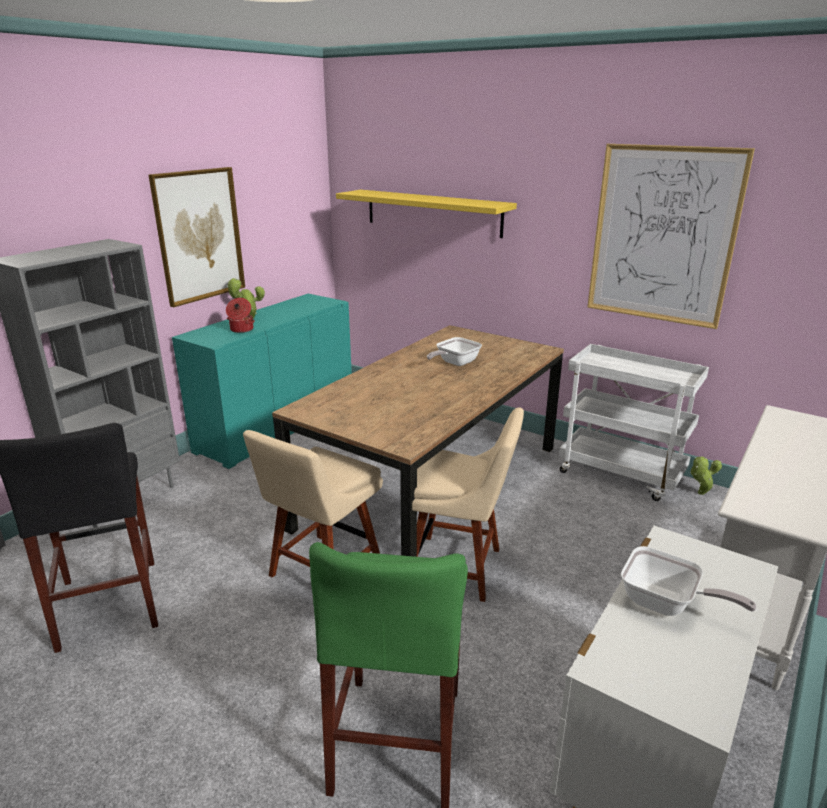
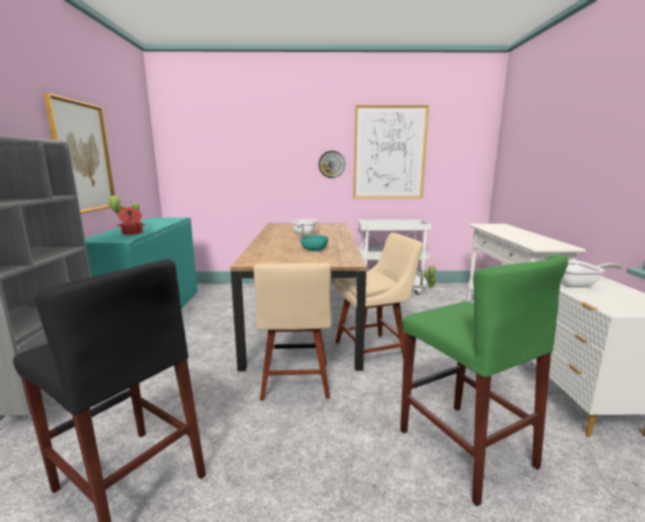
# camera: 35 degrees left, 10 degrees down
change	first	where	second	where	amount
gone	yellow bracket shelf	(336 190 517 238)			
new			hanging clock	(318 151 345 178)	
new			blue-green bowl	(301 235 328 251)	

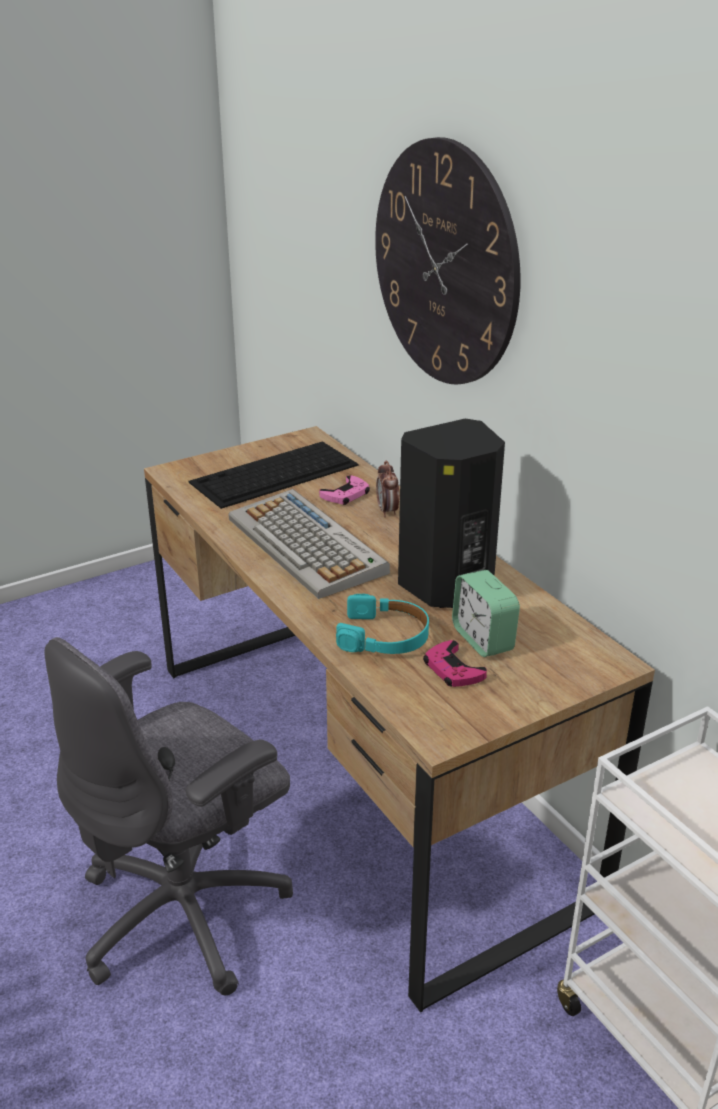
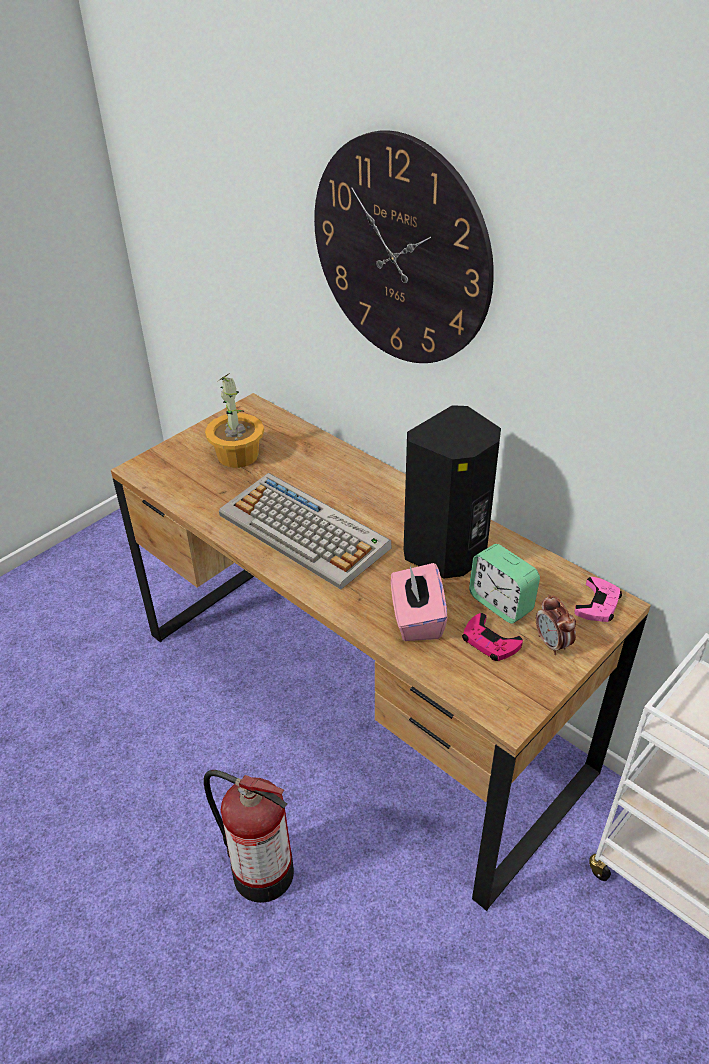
# camera: 15 degrees left, 10 degrees up
change	first	where	second	where	amount
swapped	computer keyboard	(188 441 358 509)	plant in a pot	(205 373 264 468)	
shifted	alarm clock	(376 460 399 517)		(536 595 576 655)	
shifted	pinkish gamepad	(319 475 370 505)		(574 577 622 622)	
swapped	blue-green pair of headphones	(336 594 429 654)	pinkish box of tissues	(391 563 447 641)	
swapped	greyish office chair	(45 637 293 996)	fire extinguisher	(204 770 294 903)	

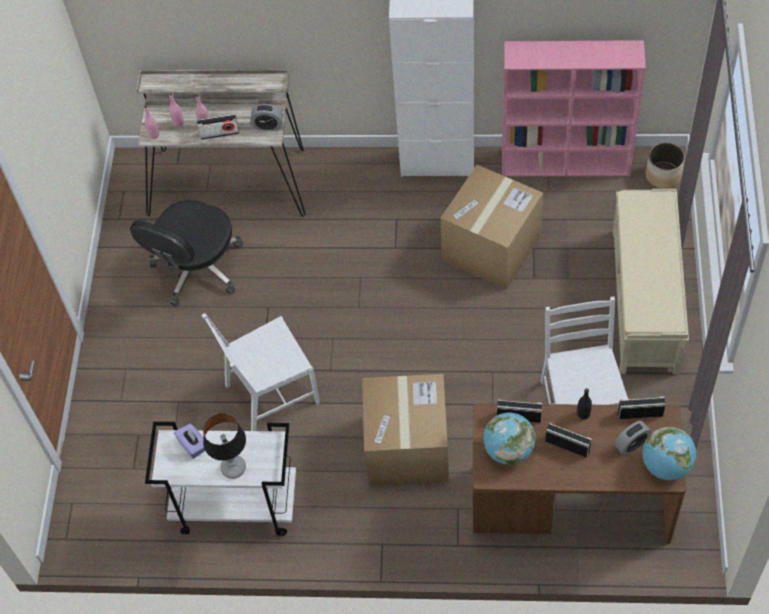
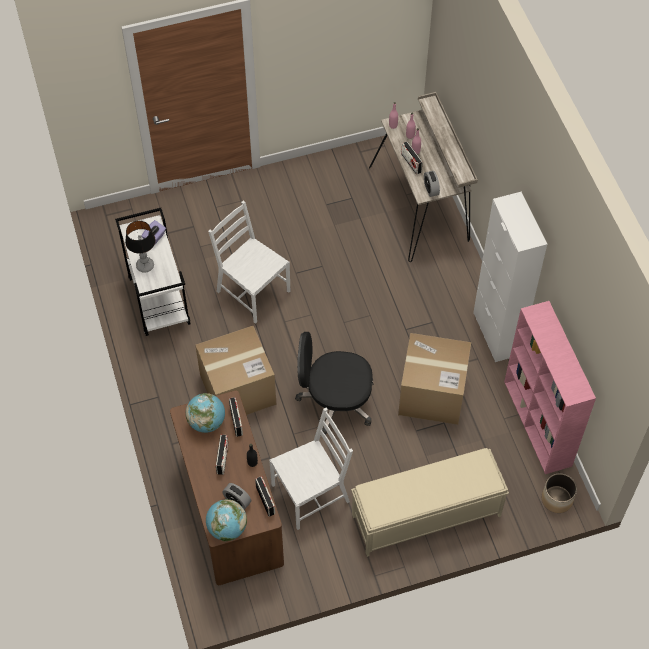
# camera: 65 degrees right, 0 degrees up
change	first	where	second	where	amount
shifted	blackish office chair	(130 200 243 307)		(295 332 374 435)	

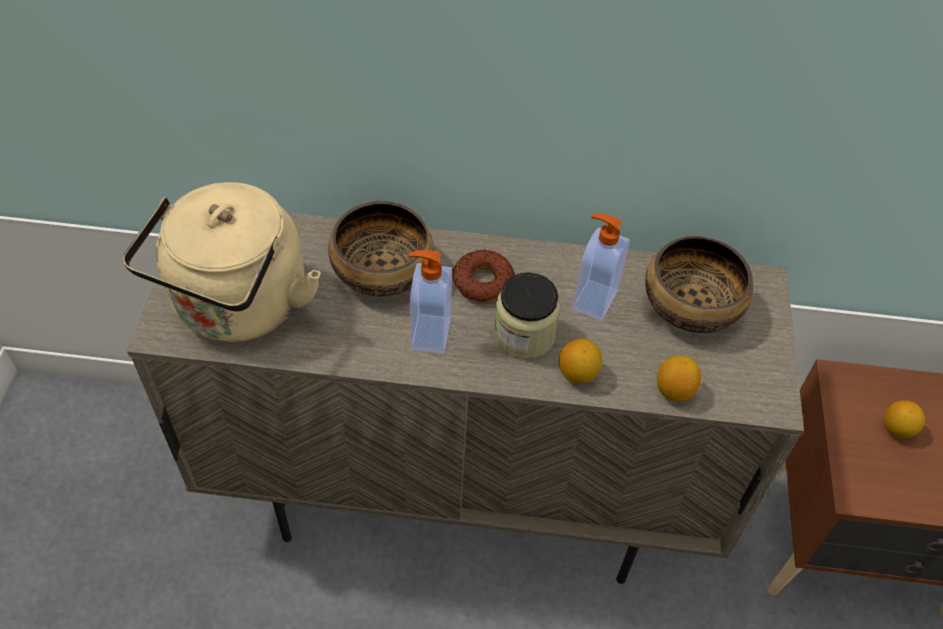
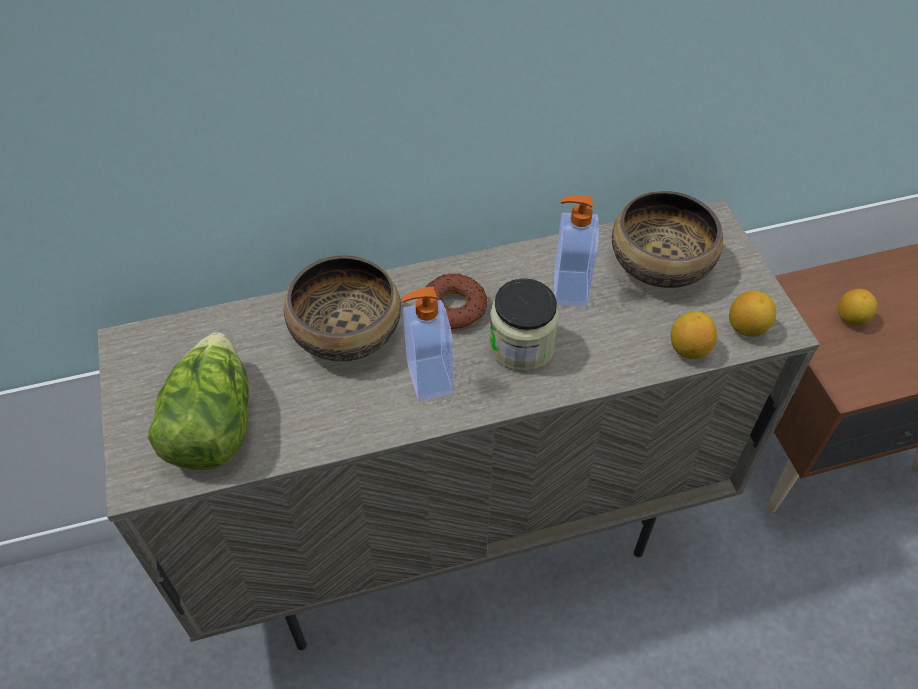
# camera: 20 degrees left, 0 degrees up
change	first	where	second	where	amount
swapped	sand-coloured water kettle	(122 182 321 342)	head of lettuce	(148 332 249 470)	
shifted	lemon	(559 339 602 384)		(729 290 776 337)	

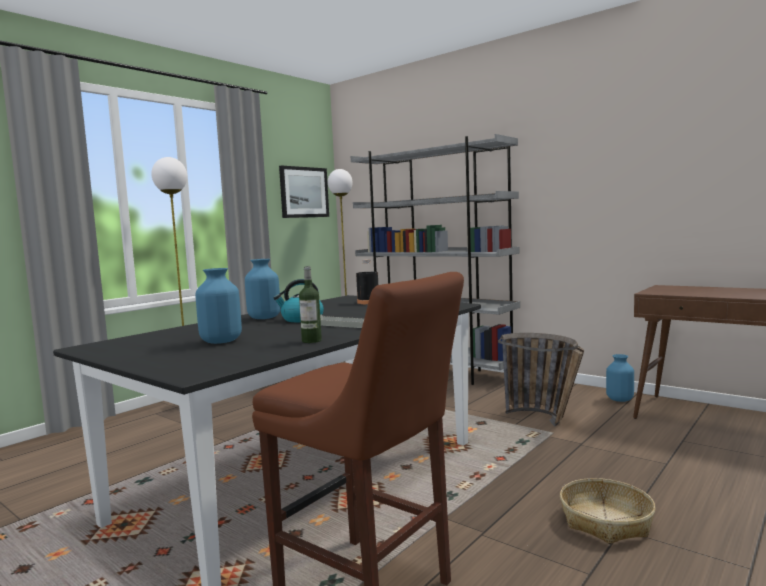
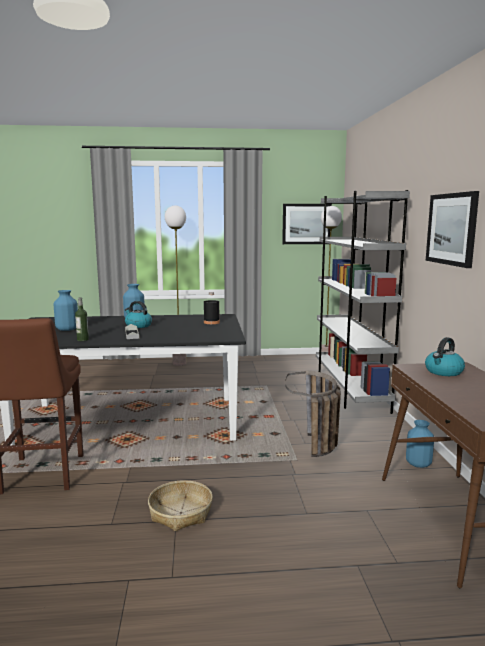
# camera: 45 degrees right, 5 degrees up
change	first	where	second	where	amount
new			picture	(426 191 479 268)	
new			water kettle	(425 337 465 376)	

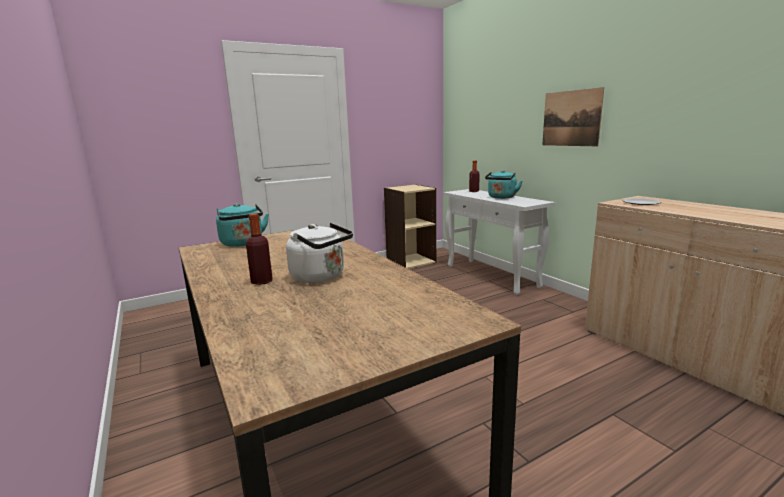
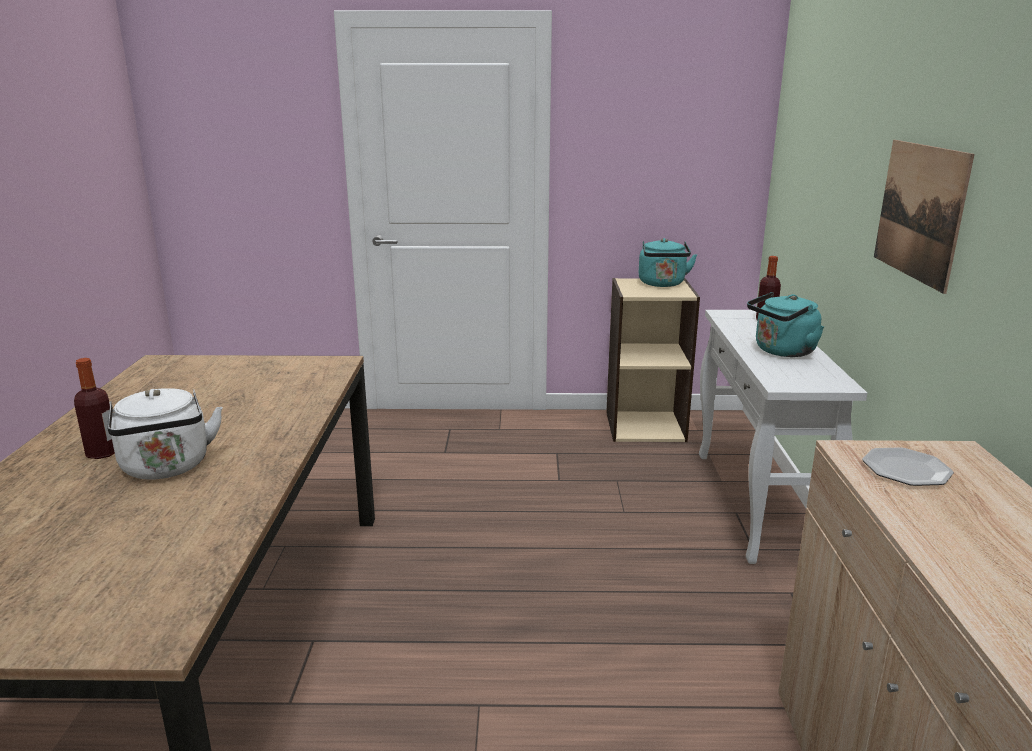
# camera: 30 degrees right, 5 degrees up
change	first	where	second	where	amount
shifted	blue-green water kettle	(216 203 269 247)		(638 238 697 287)	

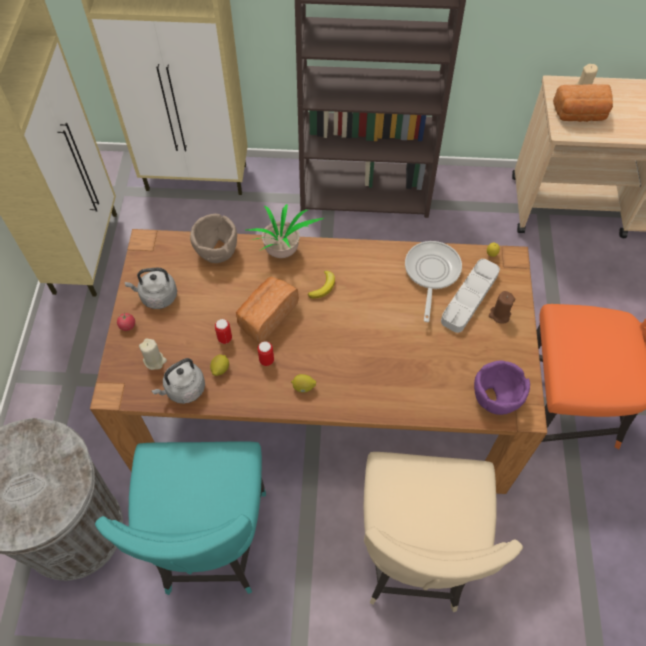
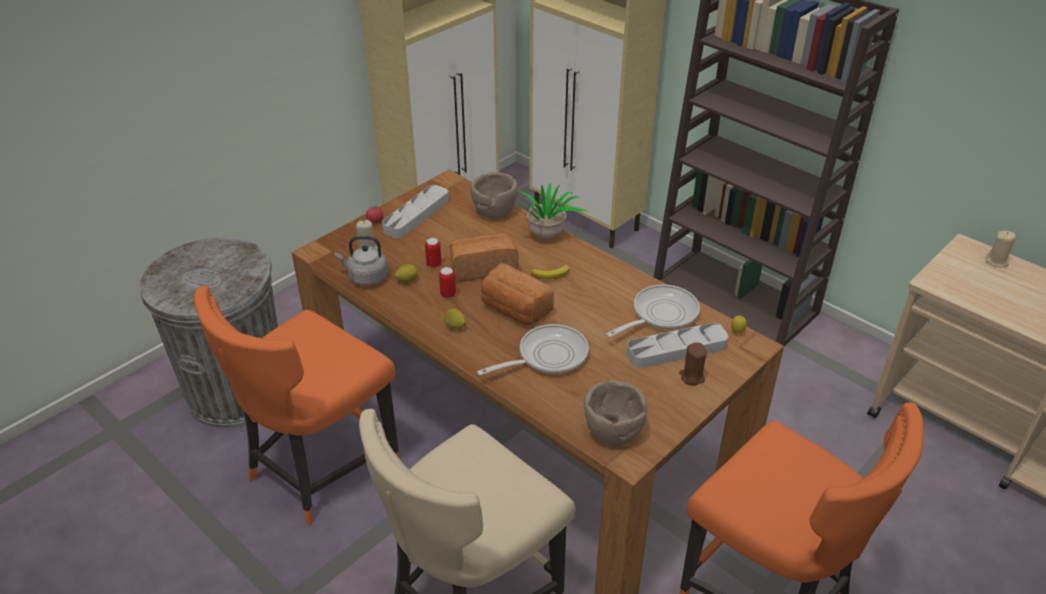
# camera: 40 degrees right, 20 degrees down
change	first	where	second	where	amount
shifted	baked bread	(553 84 613 122)		(481 263 554 325)	
swapped	greyish water kettle	(125 268 177 309)	greyish carrying tray	(382 185 449 239)	
repainted	purple bowl	(474 361 530 415)	brown-coloured bowl	(584 380 647 445)	
repainted	blue-green upright chair	(95 441 266 595)	orange-coloured upright chair	(194 286 399 525)	
new			frying pan	(477 324 589 375)	

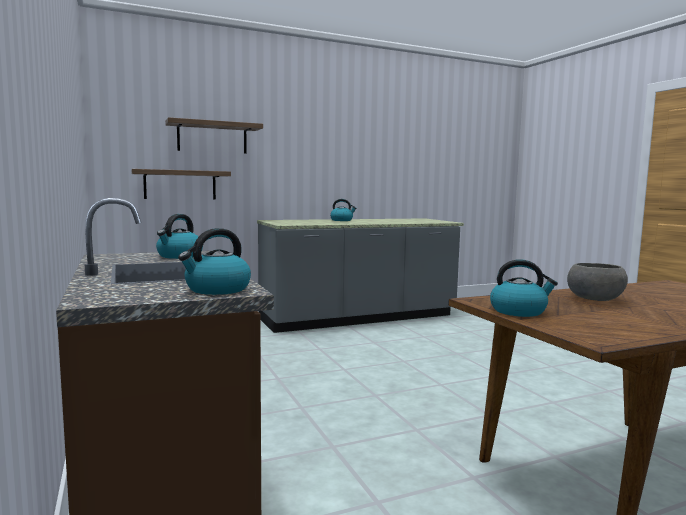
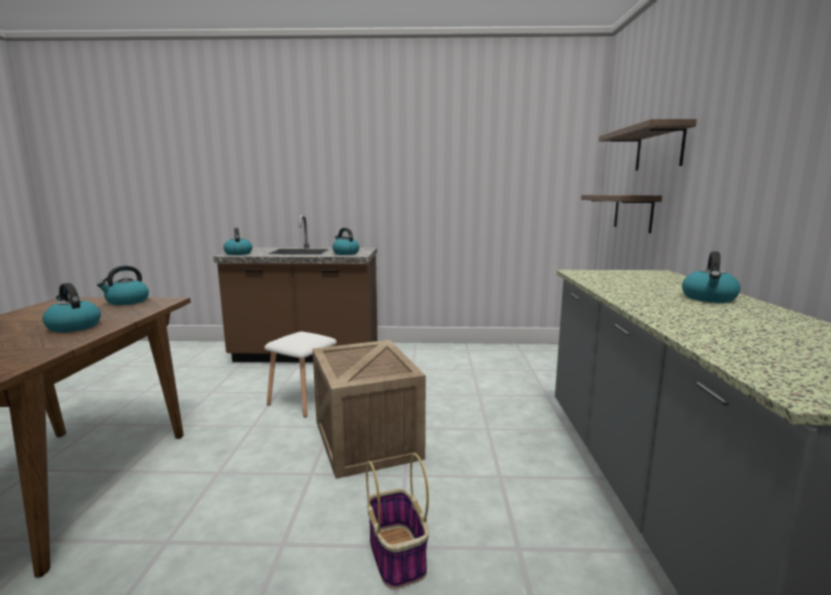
# camera: 115 degrees right, 5 degrees up
change	first	where	second	where	amount
swapped	greyish bowl	(567 263 628 301)	water kettle	(42 283 101 332)	
new			whitish stool seat	(264 332 337 417)	
new			packing crate	(313 340 426 479)	
new			household basket	(366 453 429 589)	

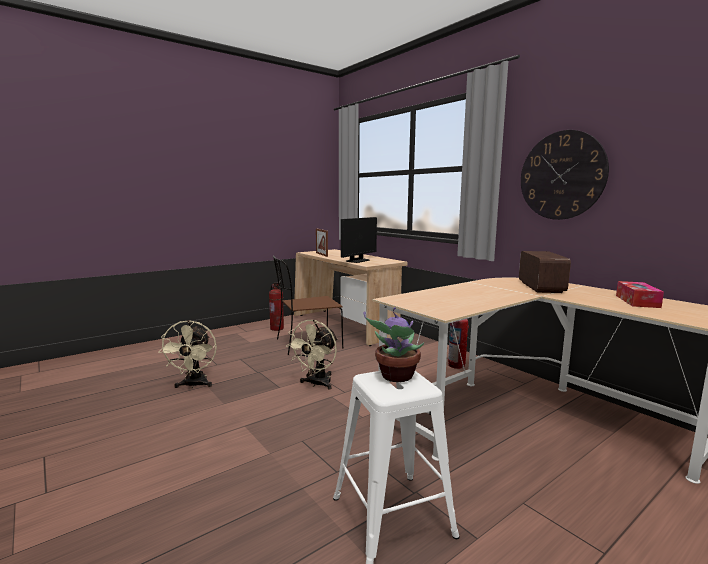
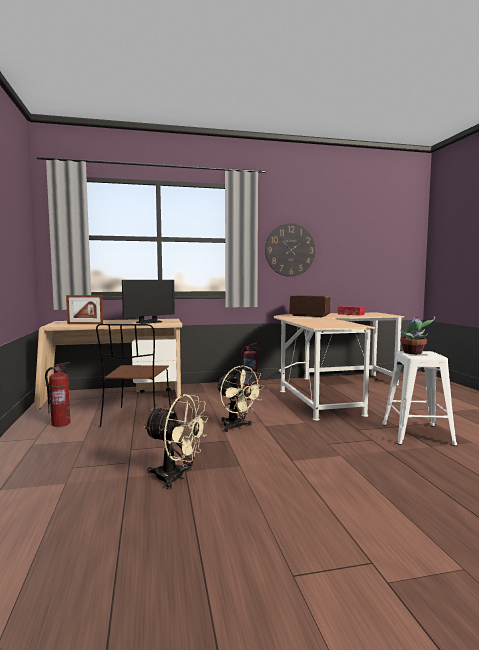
# camera: 65 degrees left, 5 degrees down
change	first	where	second	where	amount
rotated	monitor	(341 217 377 263)		(122 280 175 324)	75 degrees clockwise

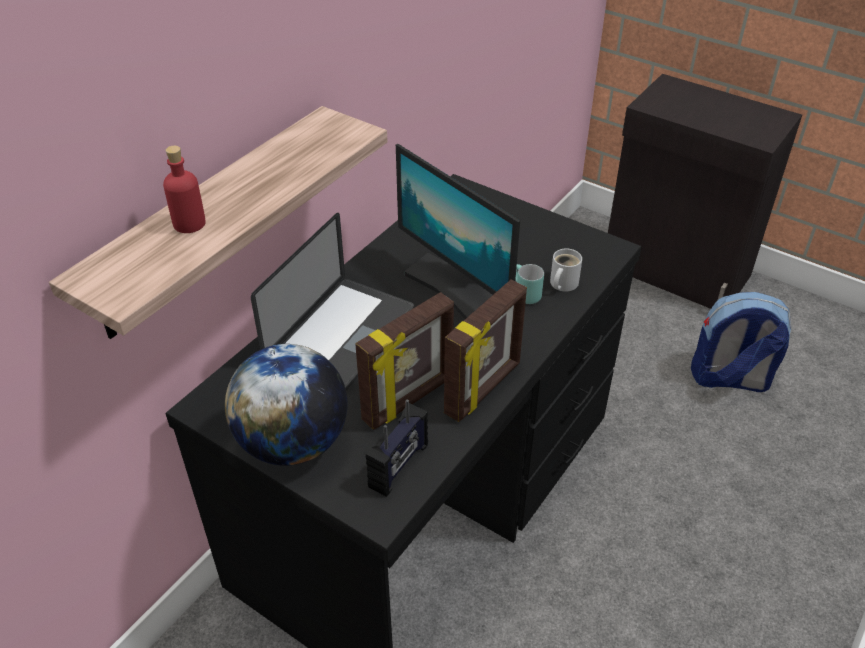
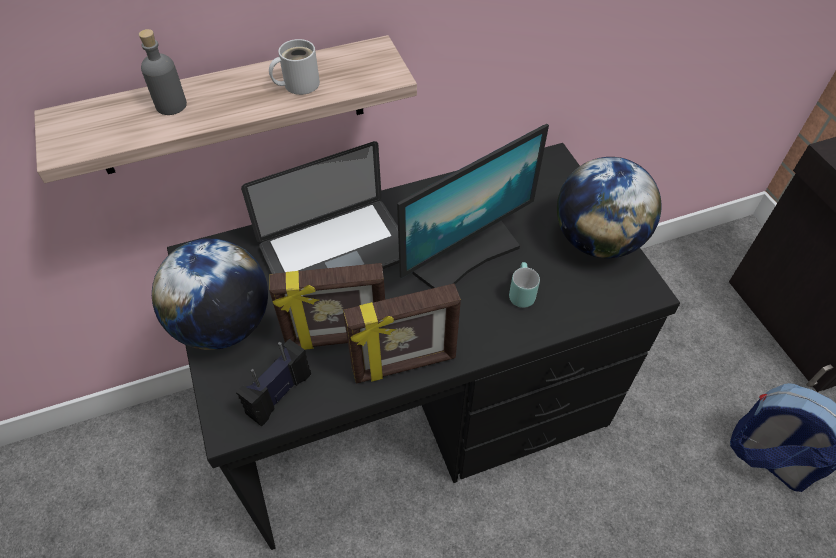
# camera: 35 degrees right, 10 degrees up
change	first	where	second	where	amount
rotated	monitor	(396 144 520 319)		(397 124 549 288)	120 degrees counterclockwise
repainted	red-coloured bottle	(163 146 206 233)	greyish bottle	(139 29 187 115)	
shifted	whitish tea mug	(550 248 582 292)		(269 39 320 95)	
rotated	radio receiver	(366 399 428 497)		(236 339 311 427)	150 degrees clockwise
new			globe	(557 157 662 258)	

